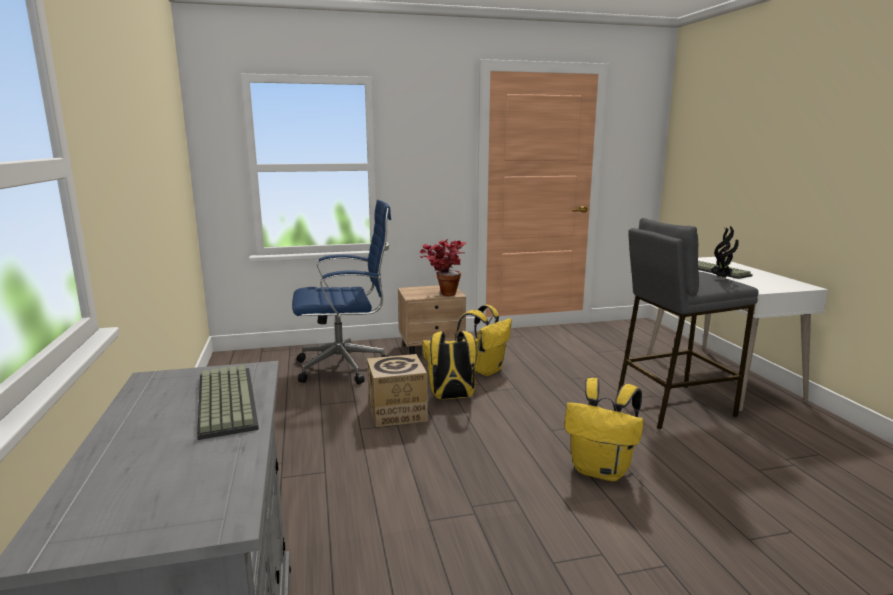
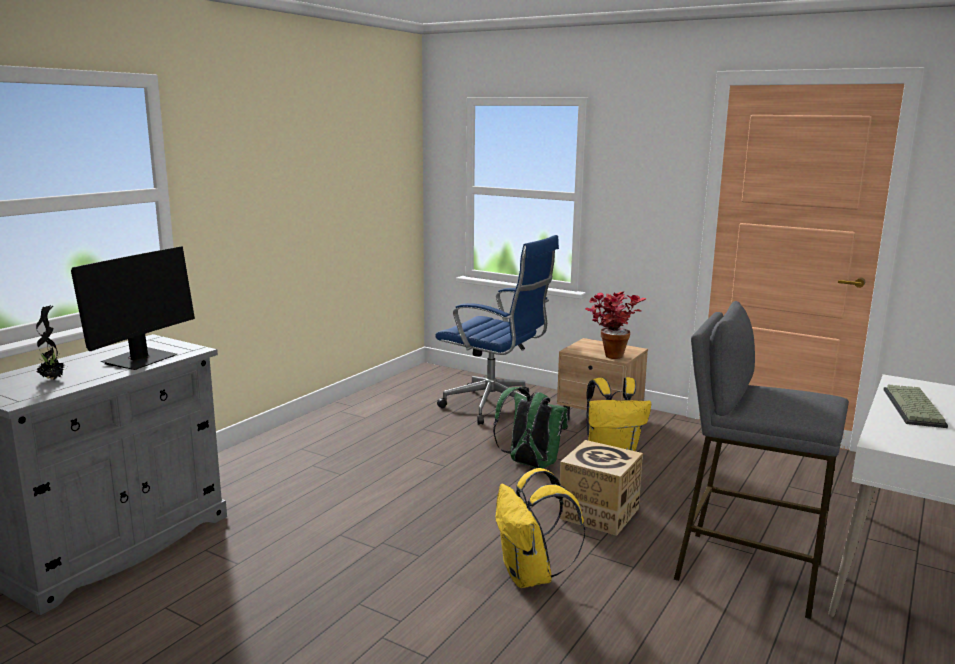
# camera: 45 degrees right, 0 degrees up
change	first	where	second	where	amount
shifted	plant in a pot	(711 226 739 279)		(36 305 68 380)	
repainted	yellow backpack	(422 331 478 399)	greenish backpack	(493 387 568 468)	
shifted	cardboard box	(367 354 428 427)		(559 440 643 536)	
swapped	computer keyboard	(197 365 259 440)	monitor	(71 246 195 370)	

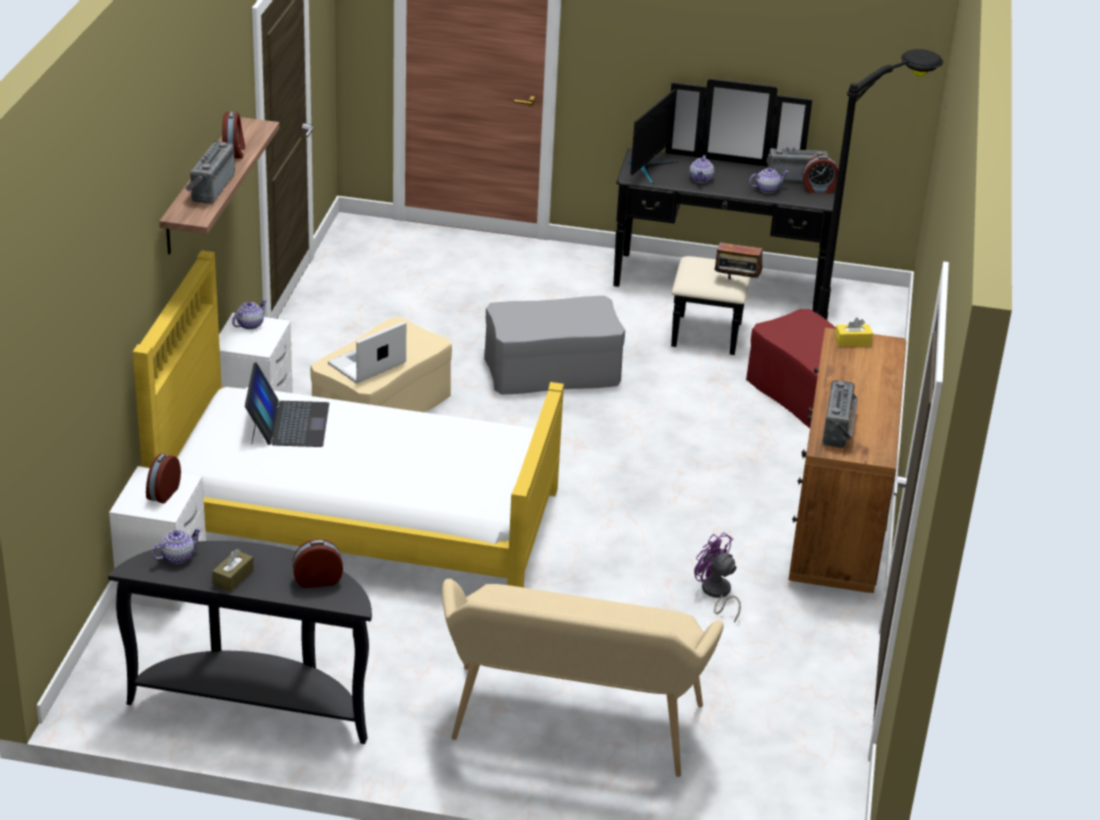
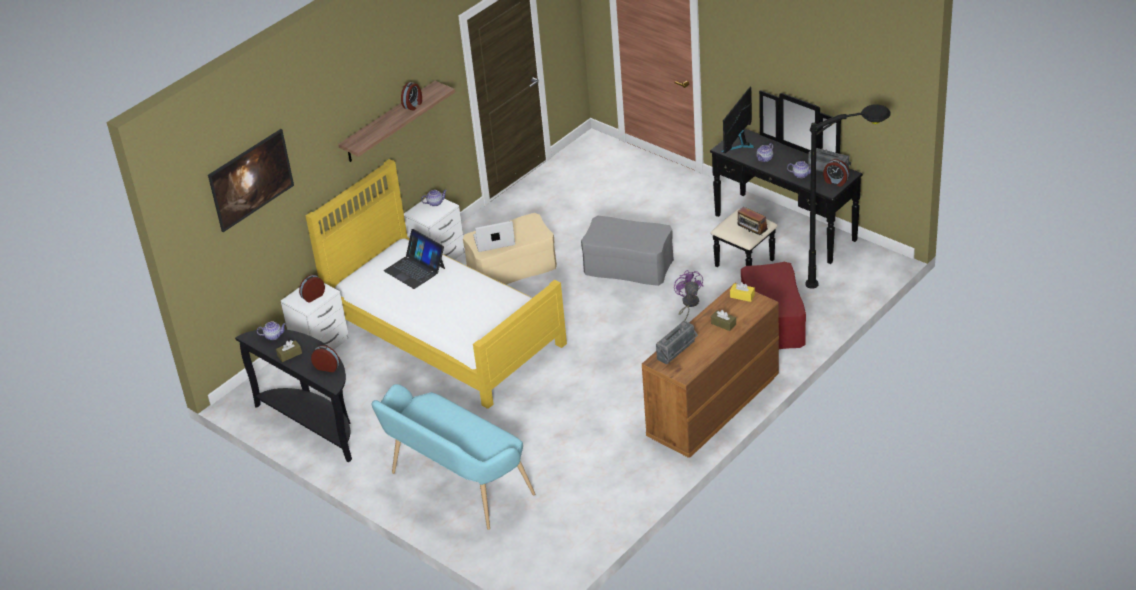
# camera: 35 degrees right, 5 degrees up
change	first	where	second	where	amount
rotated	monitor	(629 89 678 184)		(720 86 754 153)	150 degrees clockwise
gone	radio receiver	(185 141 235 204)			
rotated	laptop	(245 362 329 447)		(384 229 445 289)	105 degrees clockwise
shifted	purple electric fan	(694 533 741 622)		(674 270 703 320)	
repainted	sand-coloured long seat	(442 579 724 777)	blue-green long seat	(371 384 535 530)	
new			picture	(208 129 294 232)	
new			brown-coloured box of tissues	(711 310 736 331)	

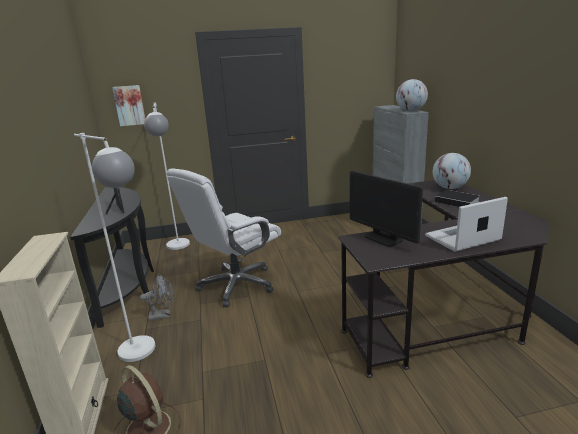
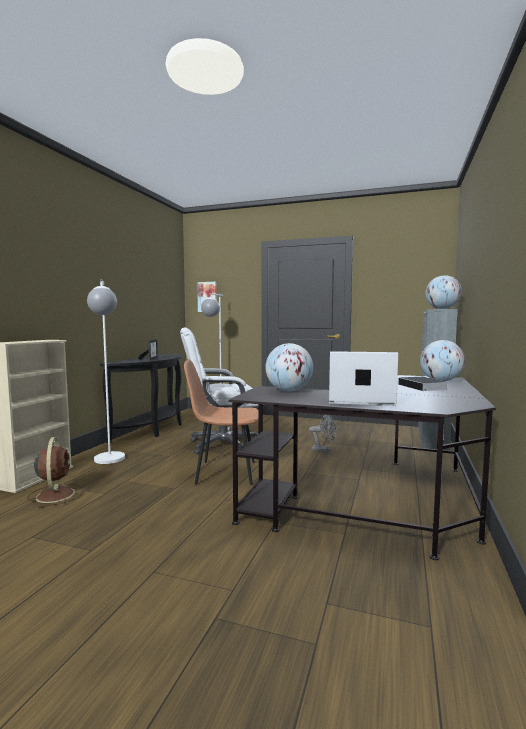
# camera: 30 degrees right, 15 degrees down
change	first	where	second	where	amount
swapped	monitor	(350 171 423 247)	globe	(265 343 313 391)	
shifted	greyish electric fan	(140 275 173 320)		(309 415 336 452)	
new			brown-coloured upright chair	(184 359 259 485)	

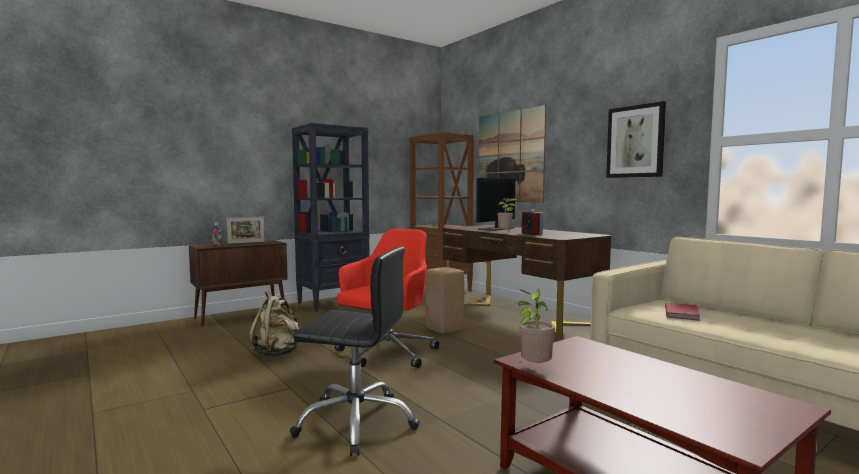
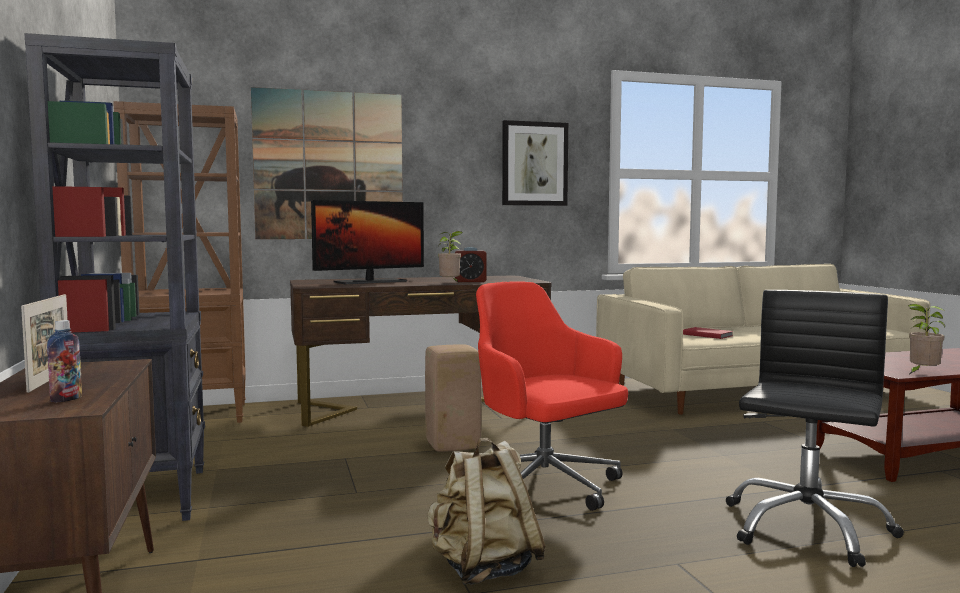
# camera: 70 degrees left, 0 degrees up
change	first	where	second	where	amount
rotated	monitor	(476 178 515 231)		(311 200 424 284)	90 degrees counterclockwise

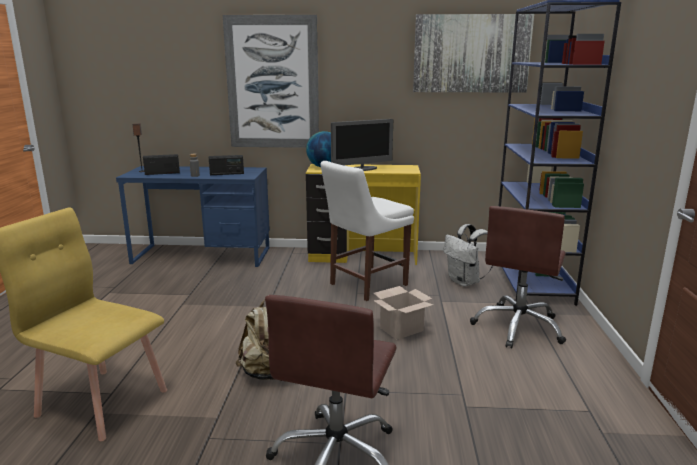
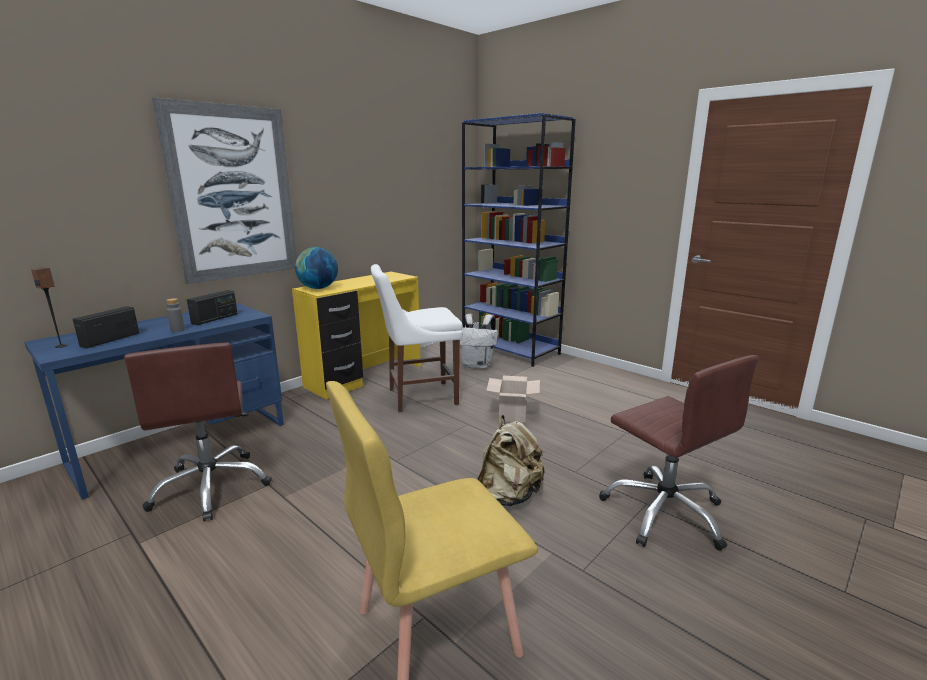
# camera: 50 degrees left, 0 degrees up
change	first	where	second	where	amount
gone	picture	(413 14 534 93)			
gone	monitor	(331 119 393 171)			
rotated	whitish upright chair	(320 161 414 301)		(371 264 463 412)	75 degrees clockwise
shifted	brown-coloured office chair	(470 206 566 349)		(124 342 272 521)	

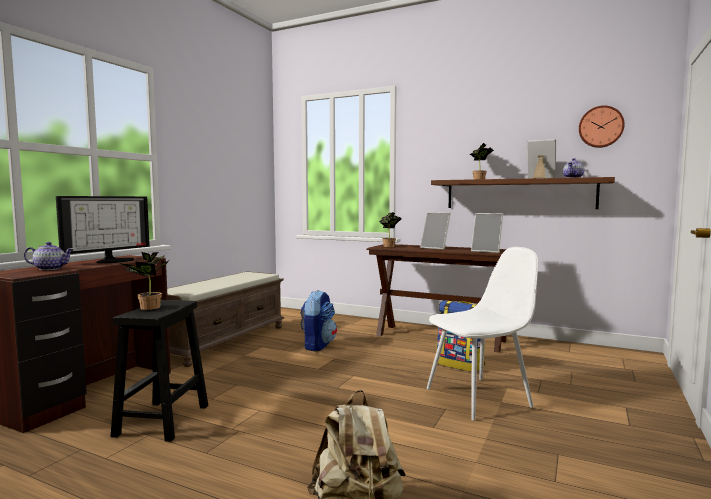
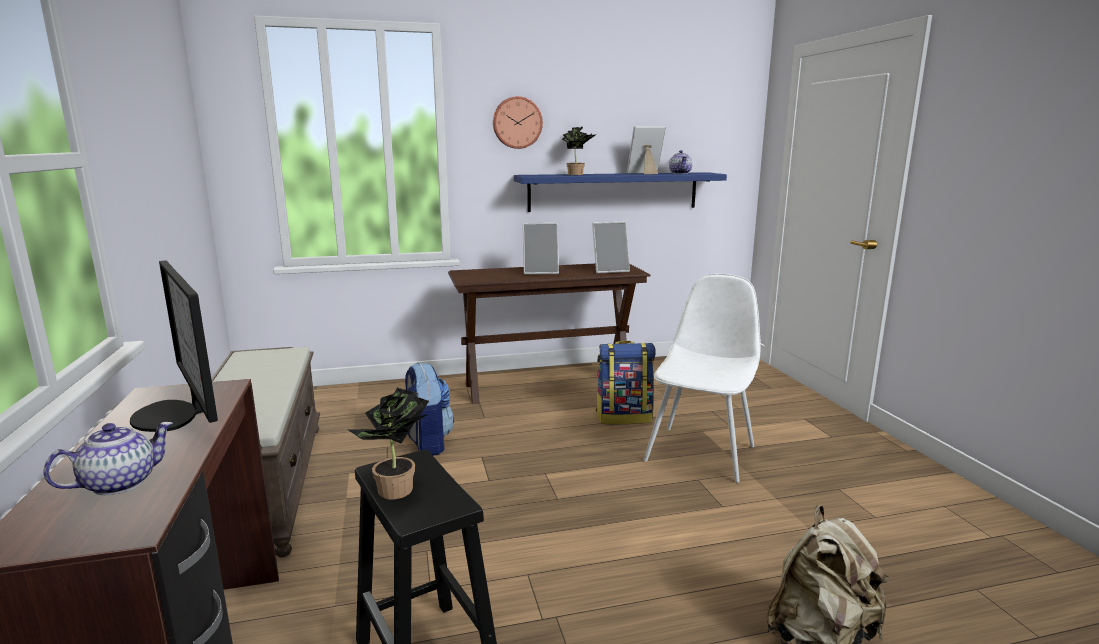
# camera: 40 degrees left, 10 degrees up
change	first	where	second	where	amount
shifted	hanging clock	(579 106 625 148)		(493 96 543 149)	
repainted	brown-coloured bracket shelf	(431 177 615 209)	blue bracket shelf	(514 172 727 212)	
rotated	monitor	(56 196 150 263)		(130 260 218 432)	150 degrees clockwise
gone	plant in a pot	(379 212 402 247)			

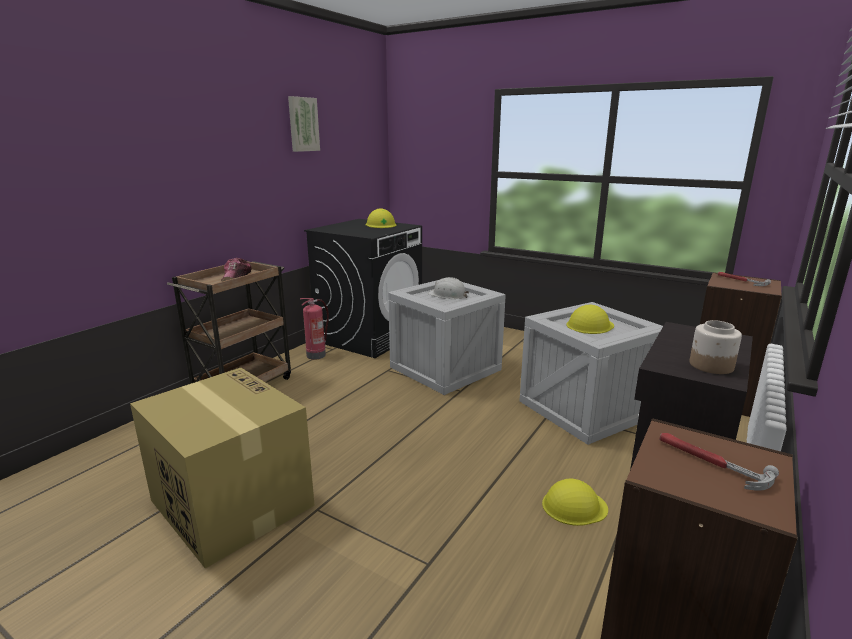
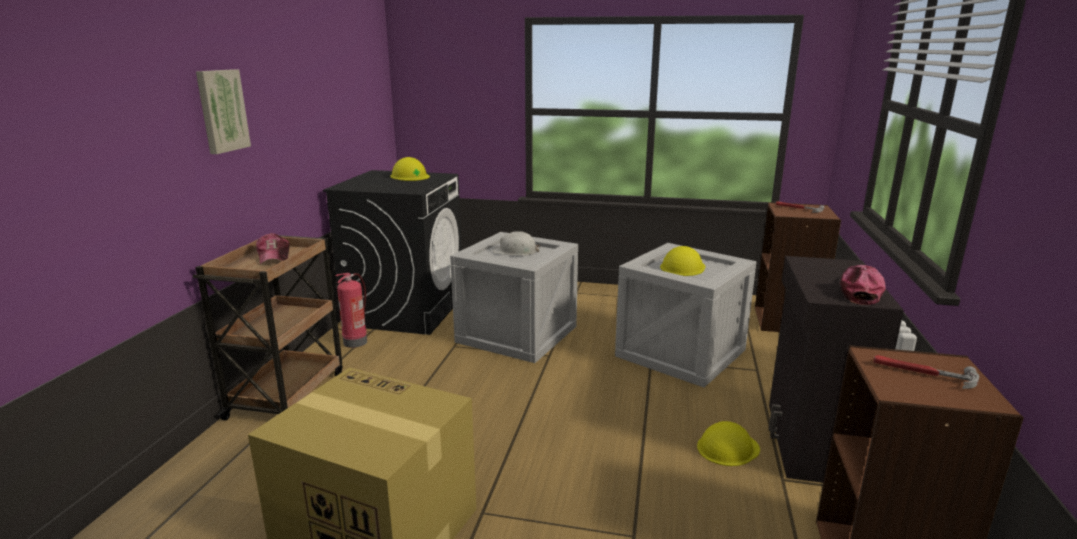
# camera: 20 degrees left, 0 degrees up
change	first	where	second	where	amount
shifted	picture	(288 96 320 152)		(196 69 251 154)	
swapped	jar	(690 320 742 374)	peaked cap	(840 265 886 305)	

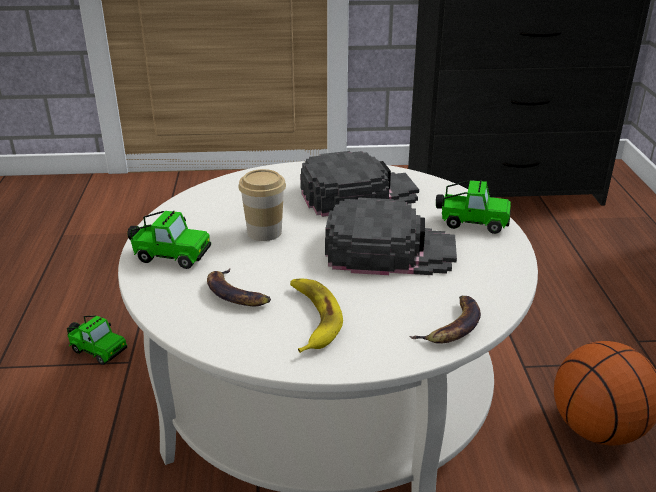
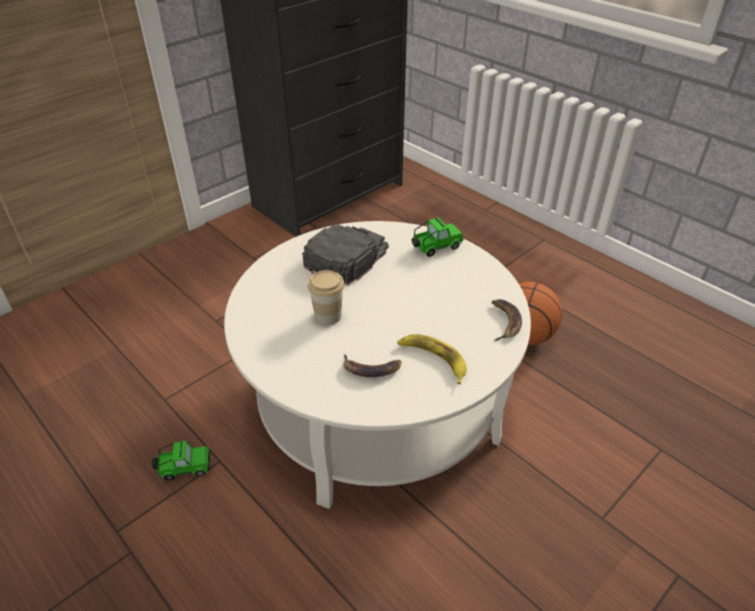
# camera: 40 degrees left, 10 degrees up
change	first	where	second	where	amount
gone	blackish peaked cap	(325 197 457 275)			
gone	toy car	(127 211 211 269)			

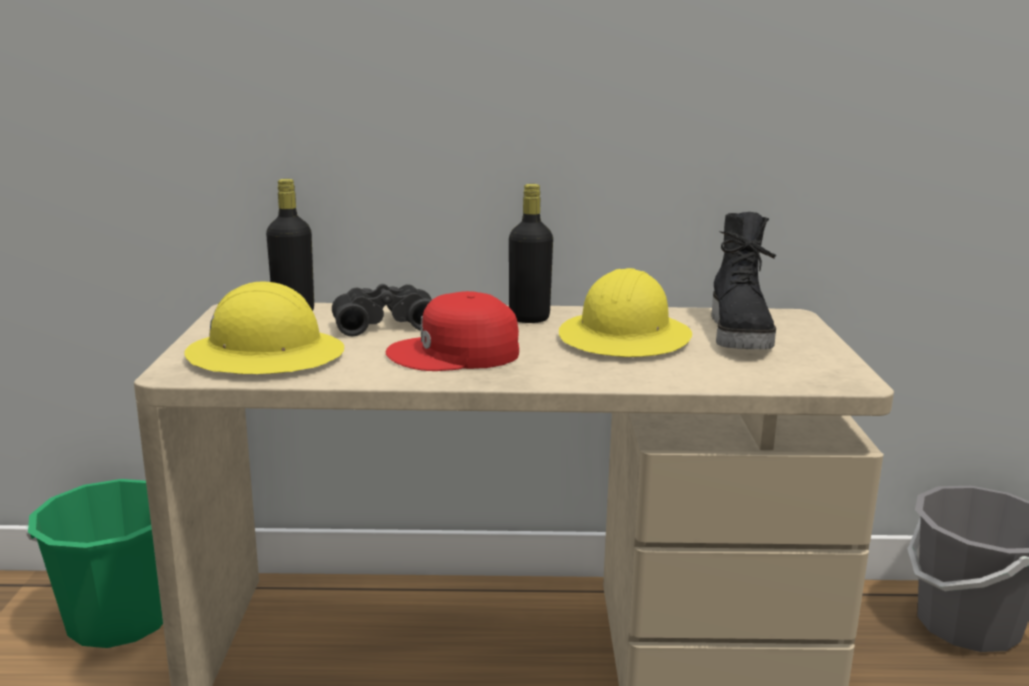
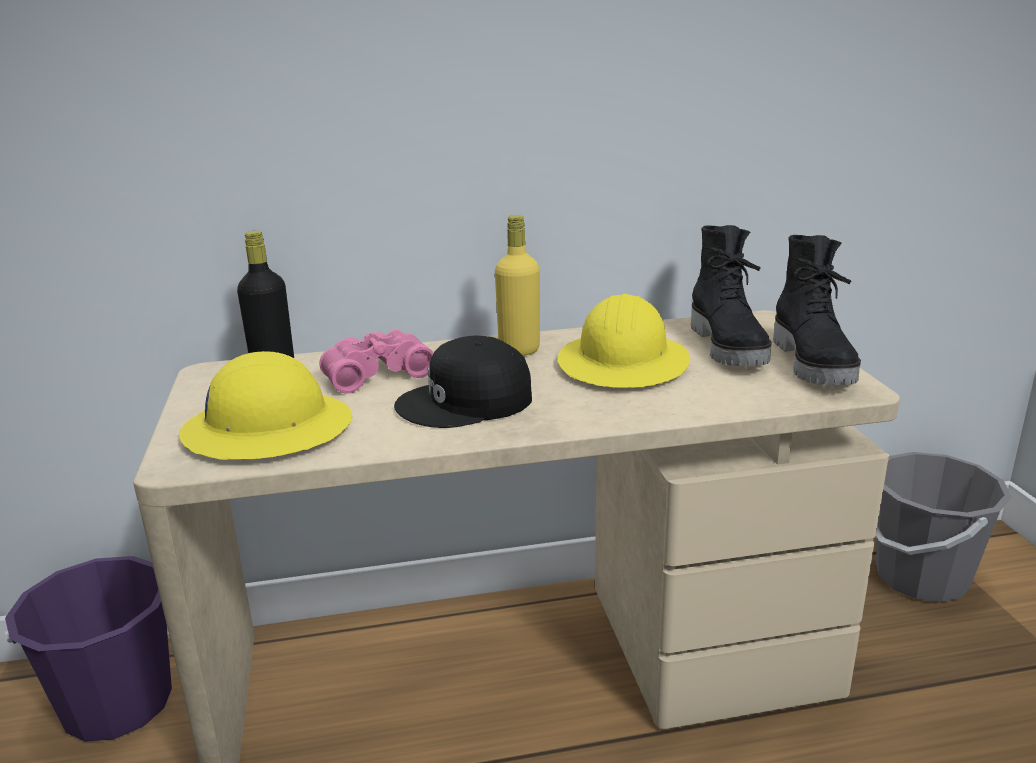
# camera: 10 degrees left, 5 degrees up
change	first	where	second	where	amount
repainted	blackish bottle	(509 184 553 323)	yellow bottle	(495 215 540 356)	
repainted	blackish field glasses	(332 284 432 336)	pinkish field glasses	(319 330 434 394)	
repainted	red-coloured peaked cap	(386 291 519 371)	blackish peaked cap	(394 336 532 428)	
repainted	greenish water bucket	(26 479 163 648)	purple water bucket	(4 556 172 742)	
new			blackish high-top boot	(773 235 861 385)	

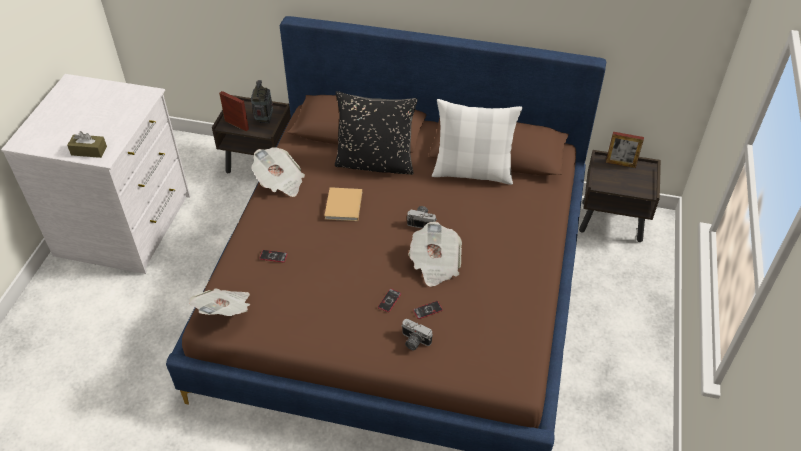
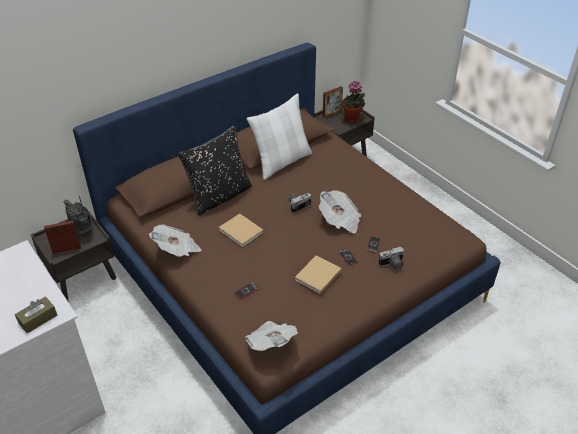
# camera: 50 degrees left, 5 degrees down
change	first	where	second	where	amount
new			plant in a pot	(340 81 365 123)	
new			sand-coloured book	(295 255 341 294)	

